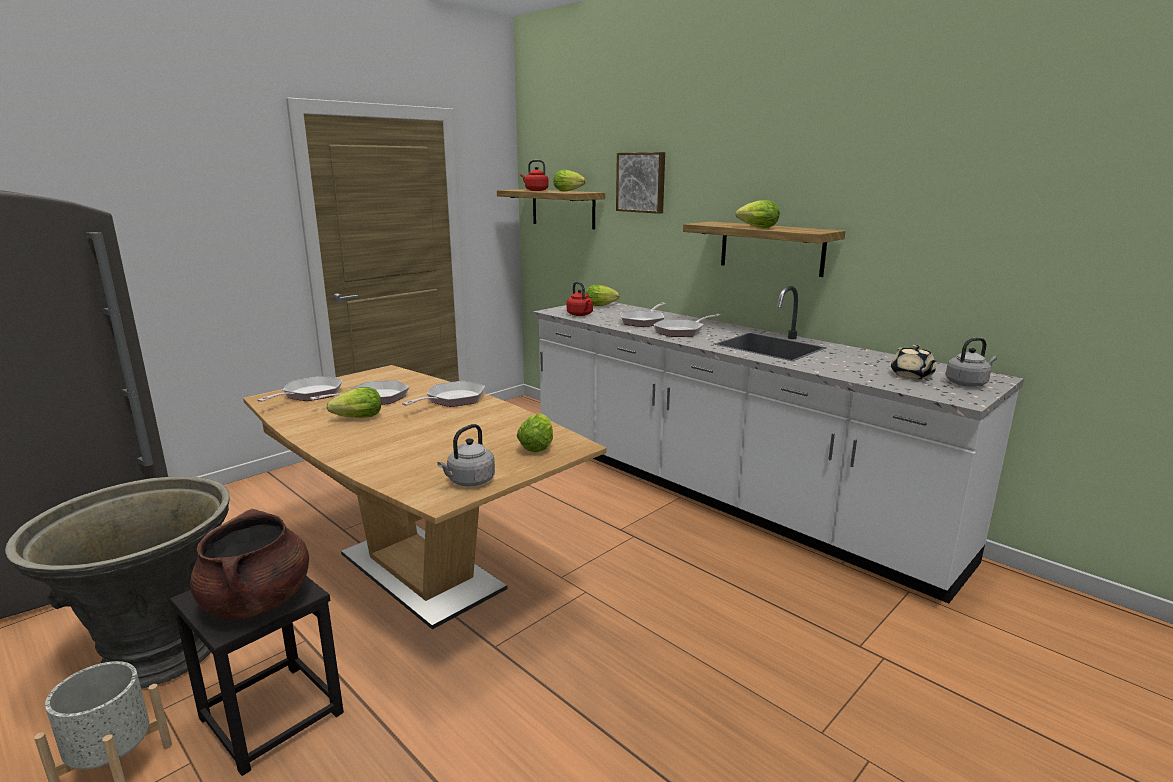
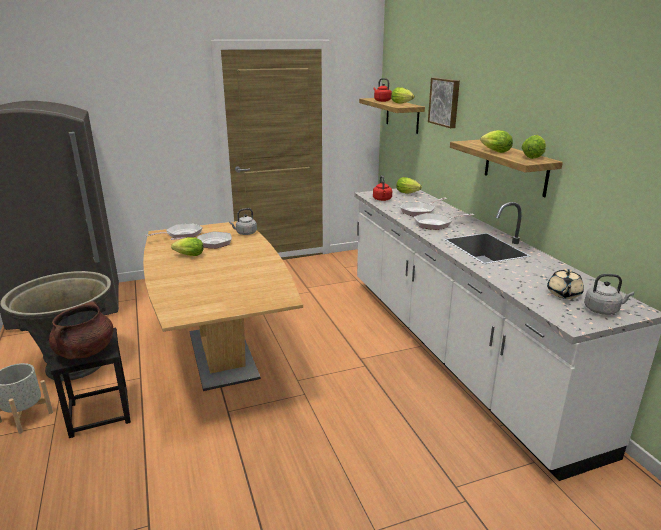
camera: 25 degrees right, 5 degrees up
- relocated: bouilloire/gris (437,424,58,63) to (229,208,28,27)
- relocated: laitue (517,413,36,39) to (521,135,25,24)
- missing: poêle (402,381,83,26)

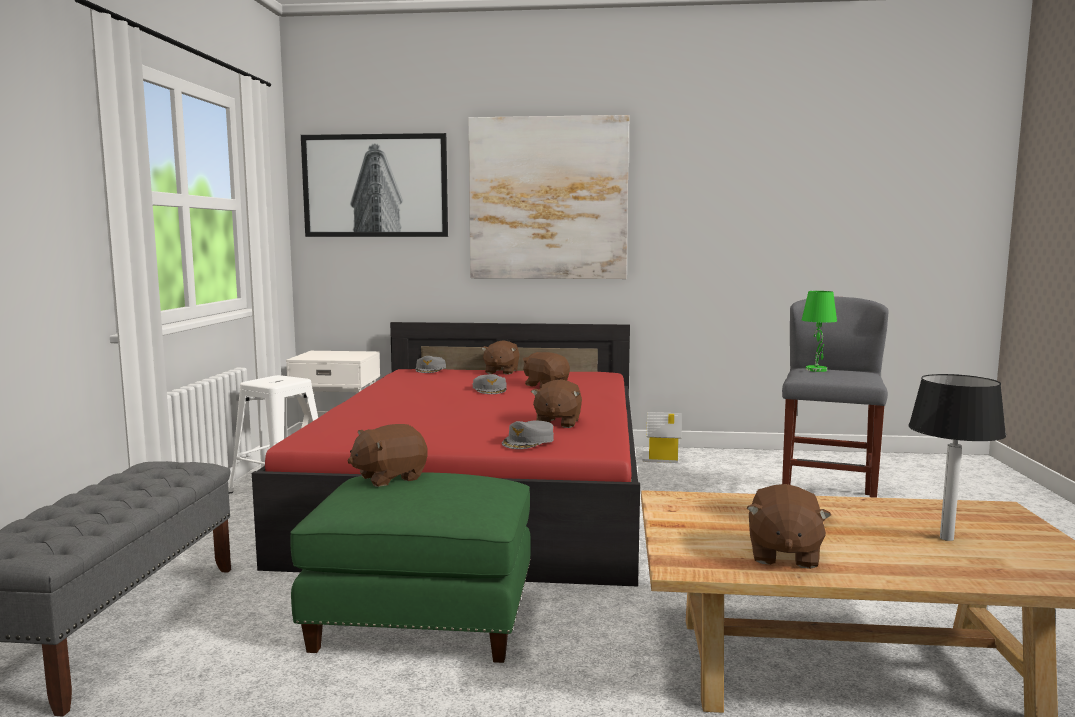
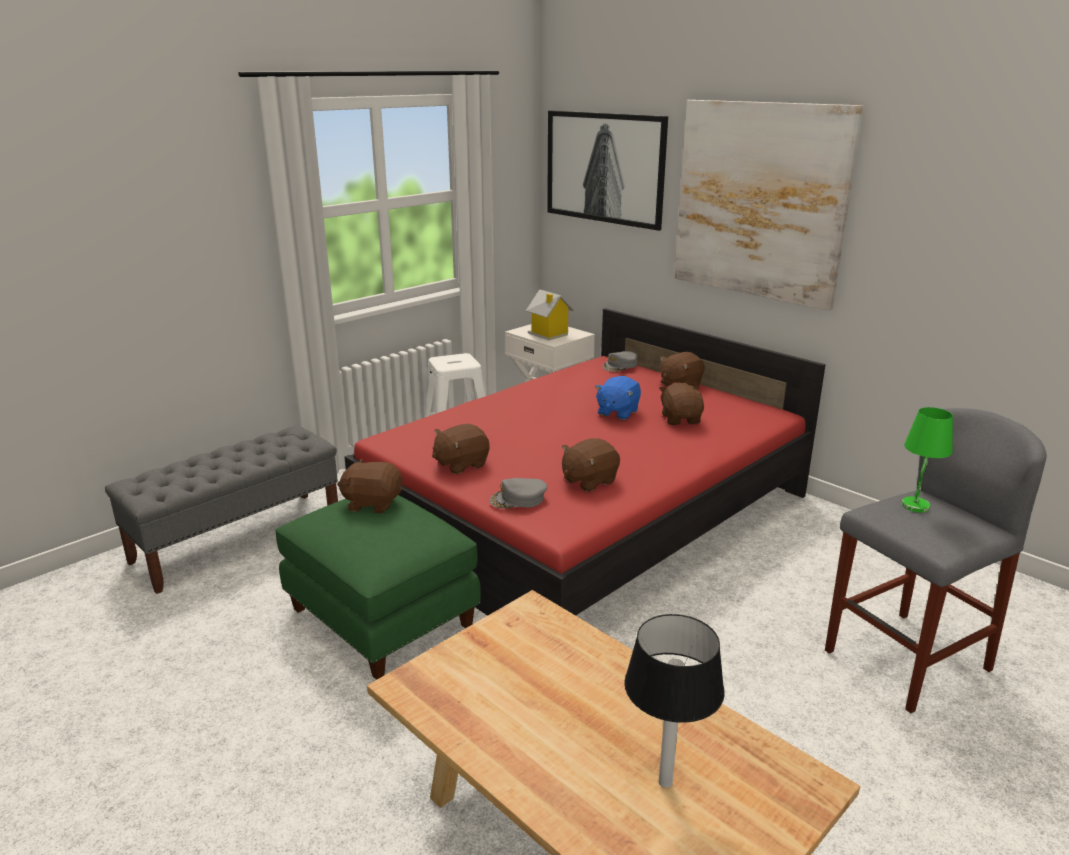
camera: 40 degrees right, 15 degrees up
- relocated: peluche/marron (747,484,84,85) to (432,424,58,50)
- relocated: maison miniature (643,412,39,51) to (526,289,48,51)
- exchanged: casquette/gris (473,374,34,20) to peluche/bleu (595,376,46,44)

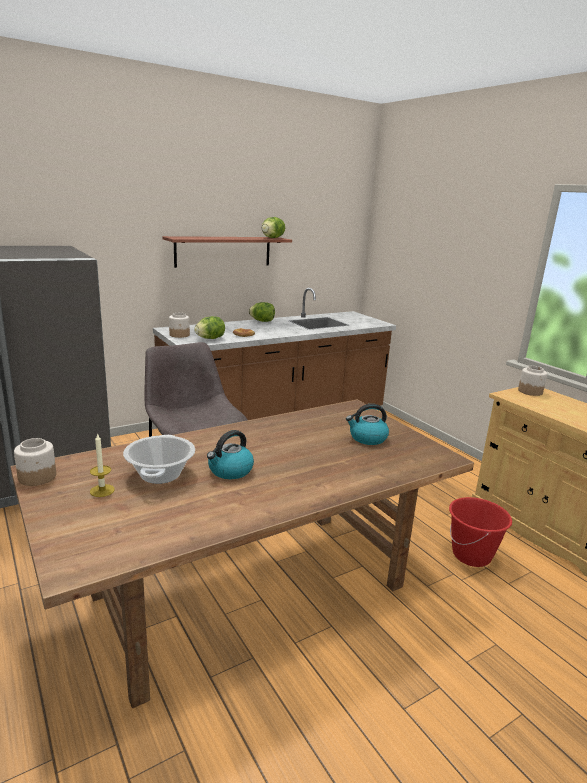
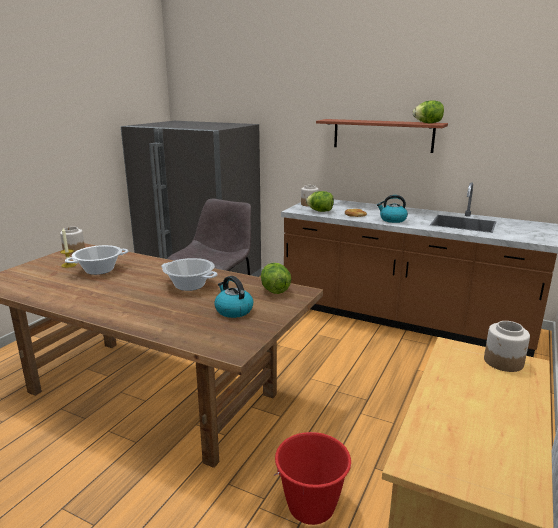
camera: 60 degrees right, 0 degrees up
- appeared: marmite (162,258,55,33)
- relocated: laitue (249,302,26,20) to (261,263,30,31)
- relocated: bouilloire (207,430,47,49) to (377,195,31,28)

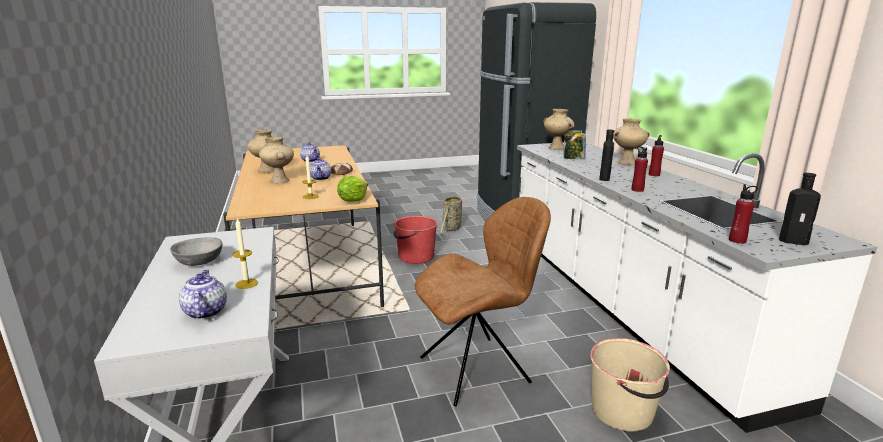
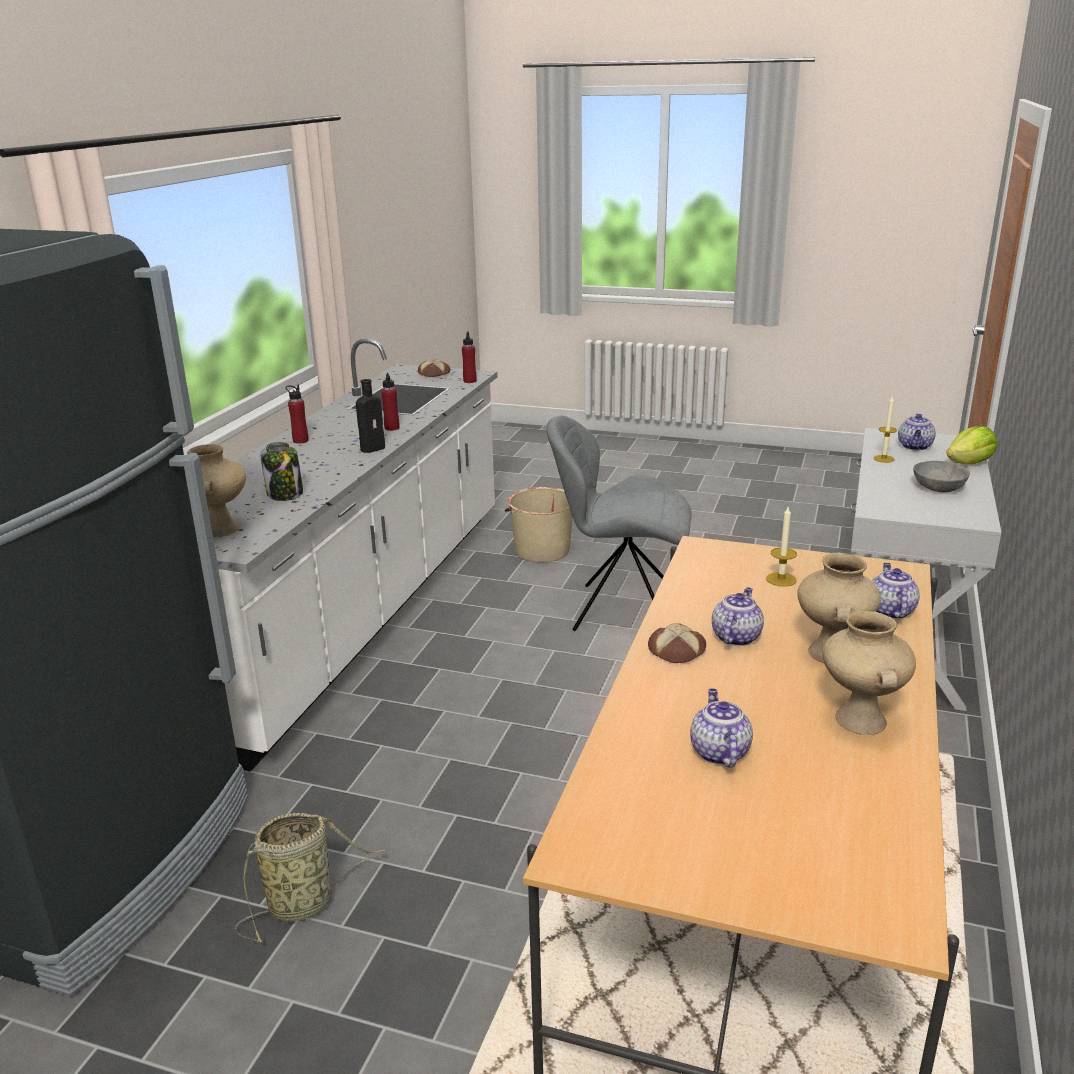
camera: 145 degrees left, 5 degrees up
- exchanged: bouteille/noir (779,173,42,72) to pain (418,359,32,18)
- colour: chaise/marron (414,197,137,209) to chaise/gris (546,415,146,216)
- appeared: théière (872,563,48,56)
- relocated: laitue (337,176,31,26) to (946,426,51,38)
- missing: seau/rouge (393,216,45,48)
- missing: vase/beige (613,118,37,47)

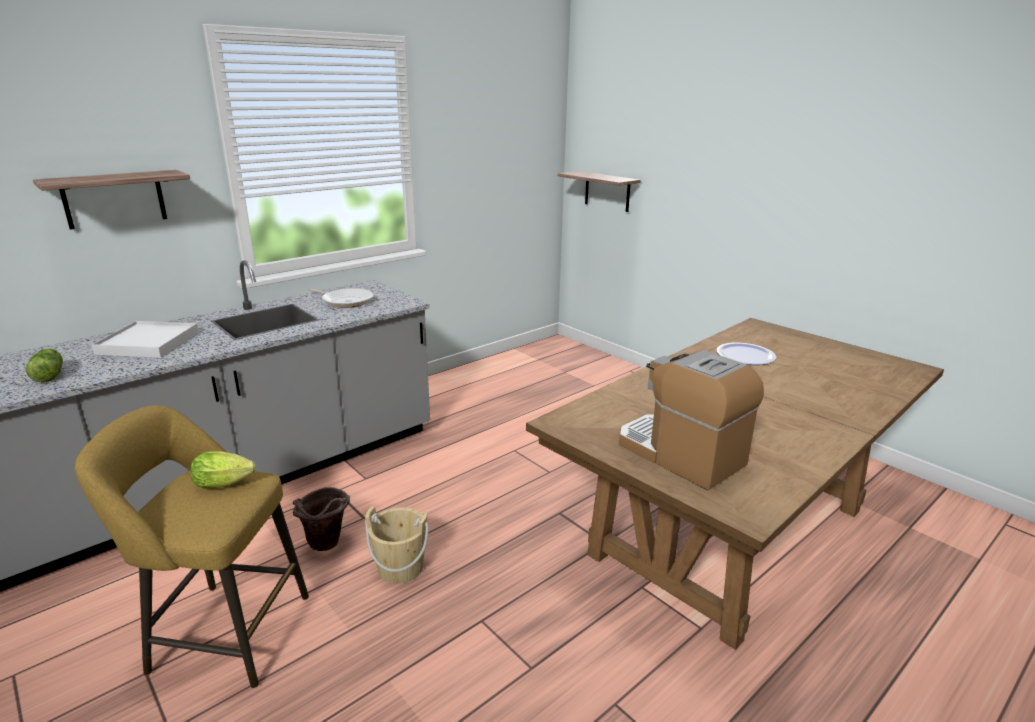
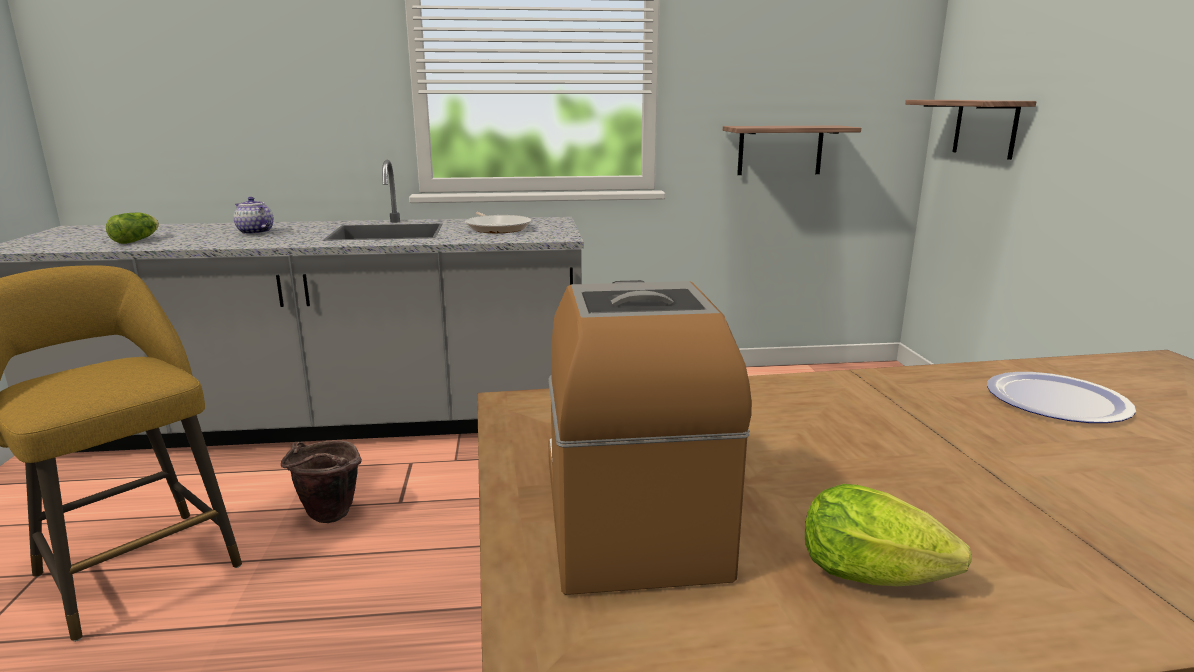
camera: 35 degrees right, 5 degrees down
- exchanged: plateau/blanc (92,321,107,37) to théière (233,197,41,38)
- relocated: étagère (33,170,157,60) to (723,126,138,49)
- relocated: laitue (190,451,66,37) to (805,484,167,102)
- missing: seau/beige (365,506,64,78)

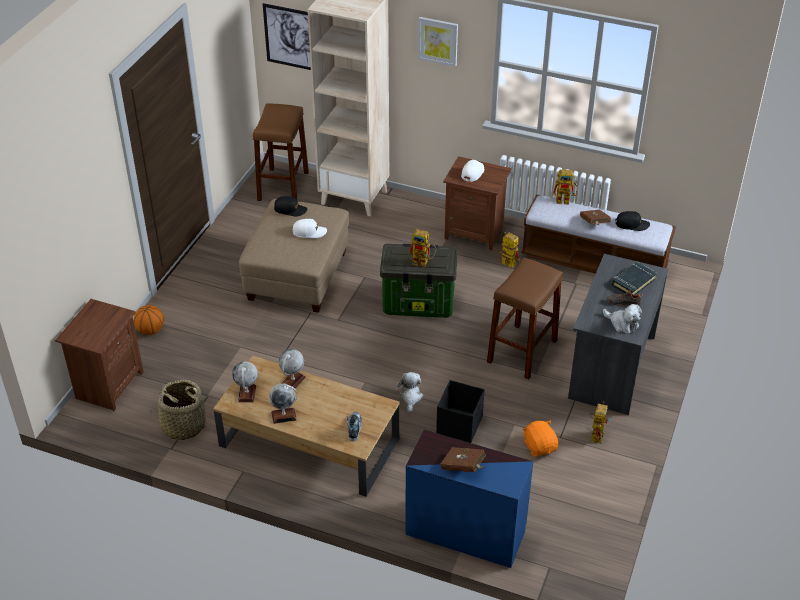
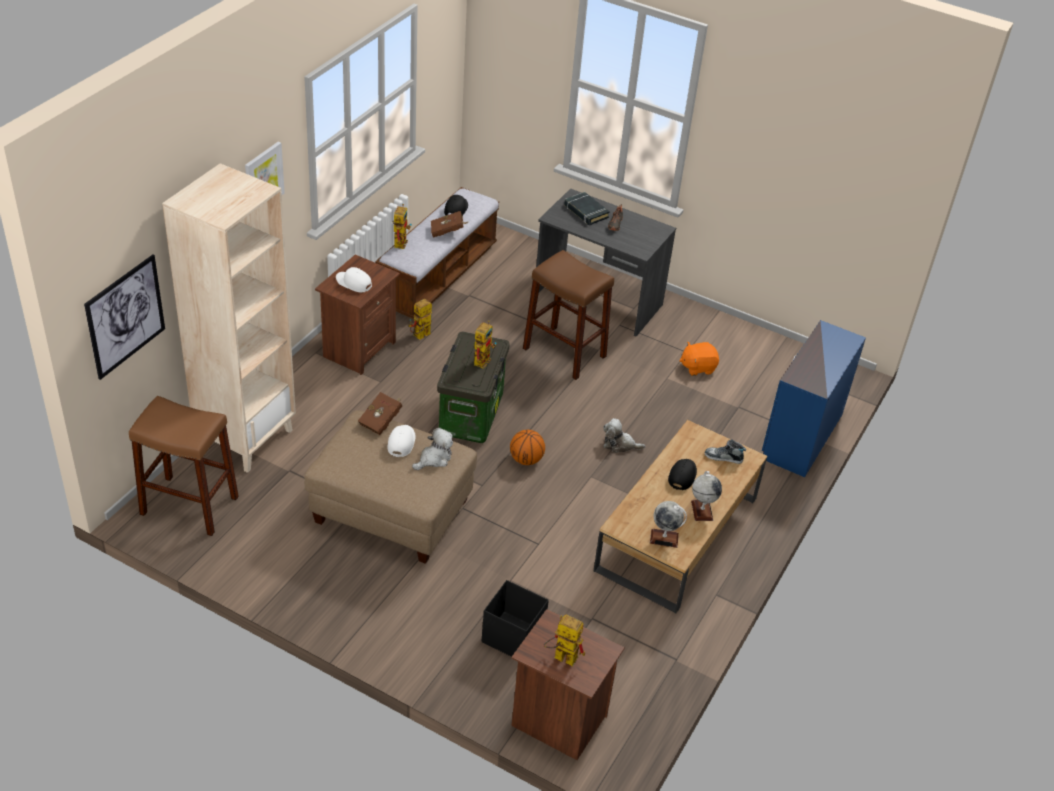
camera: 85 degrees left, 0 degrees up
- relocated: livre/marron (440,447,46,25) to (358,392,44,43)
- relocated: peluche (603,304,39,30) to (412,428,41,42)
- relocated: boîte de rangement/noir (436,380,49,63) to (482,580,67,77)
- relocated: ballon de basket (134,305,30,30) to (510,430,35,35)
- relocated: robot jouet (590,401,20,42) to (543,615,42,52)
- relocated: casquette/noir (274,196,33,20) to (668,459,29,31)
- missing: panier (149,380,62,60)
- missing: globe (279,349,27,41)

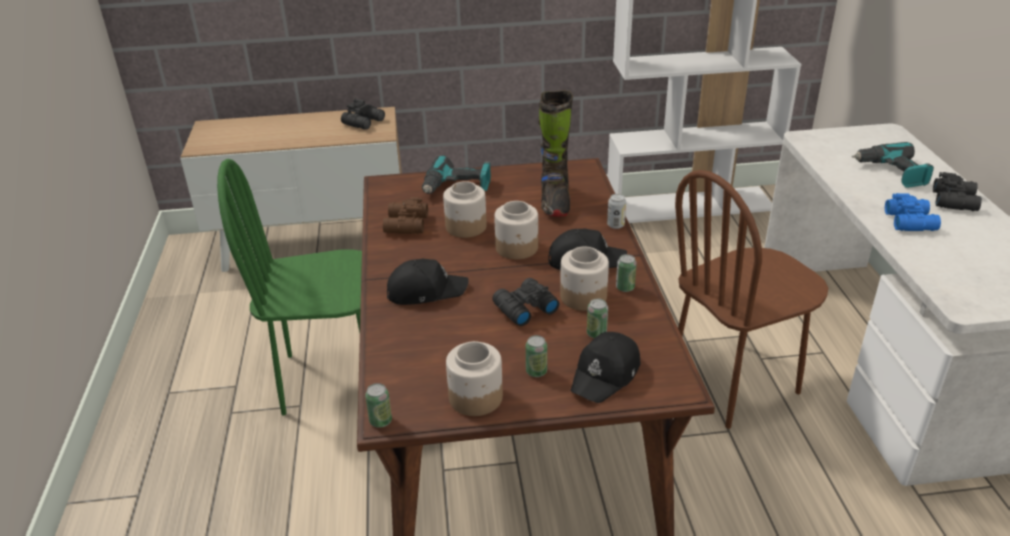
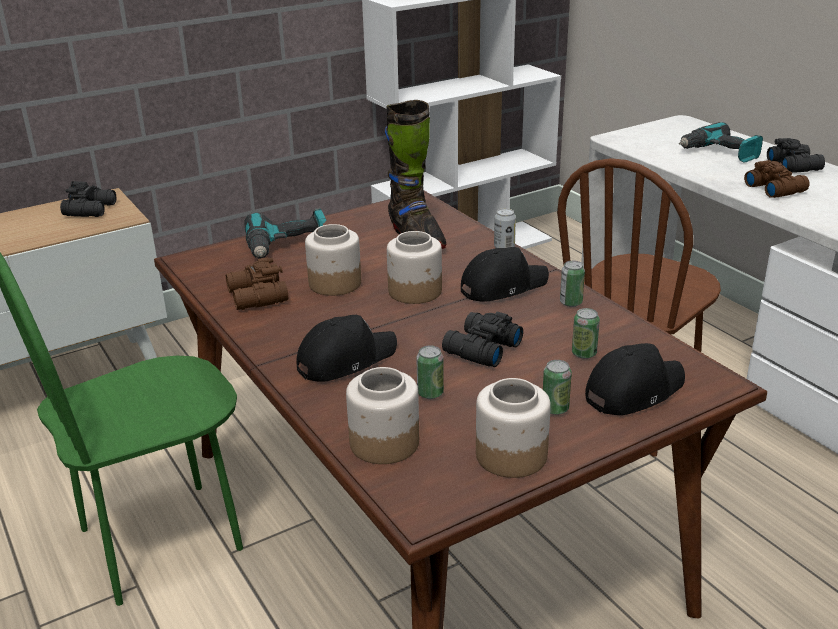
camera: 25 degrees left, 5 degrees down
- relocated: bocal (560,247,49,64) to (346,367,73,97)
- relocated: boîte métallique (365,383,27,45) to (416,346,28,53)
- spun: casquette/noir (570,332,70,71) = (585,343,100,72) 135 degrees counterclockwise
- colour: jumelles/bleu (885,193,56,38) to jumelles/marron (744,160,65,38)

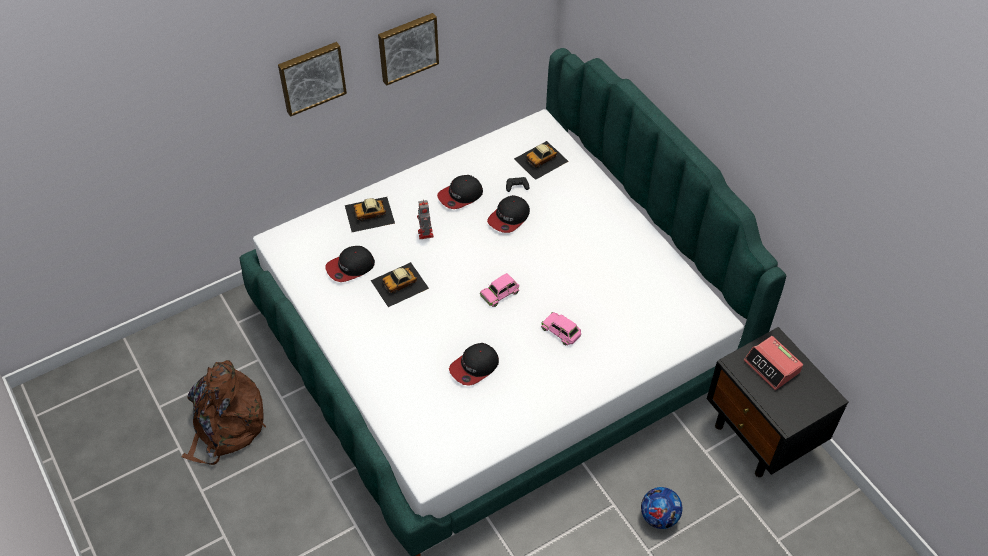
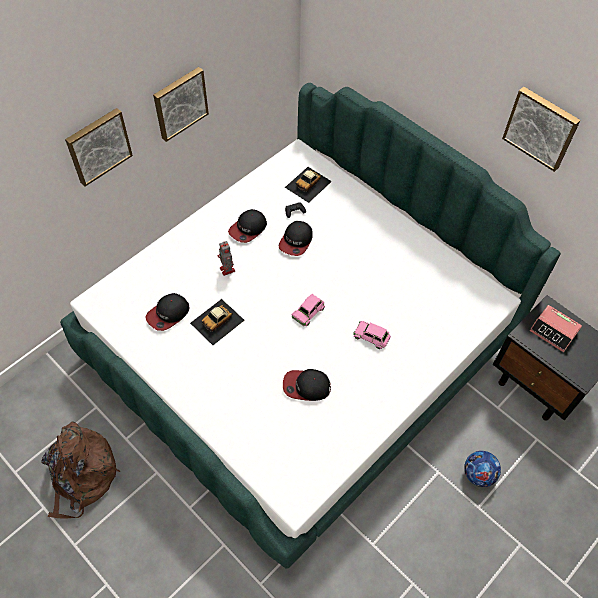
camera: 15 degrees left, 5 degrees up
- spun: casquette (449,343,50,43) = (283,369,48,32) 60 degrees clockwise
- appeared: tableau (502,87,79,85)
- missing: petite voiture (345,197,50,35)

